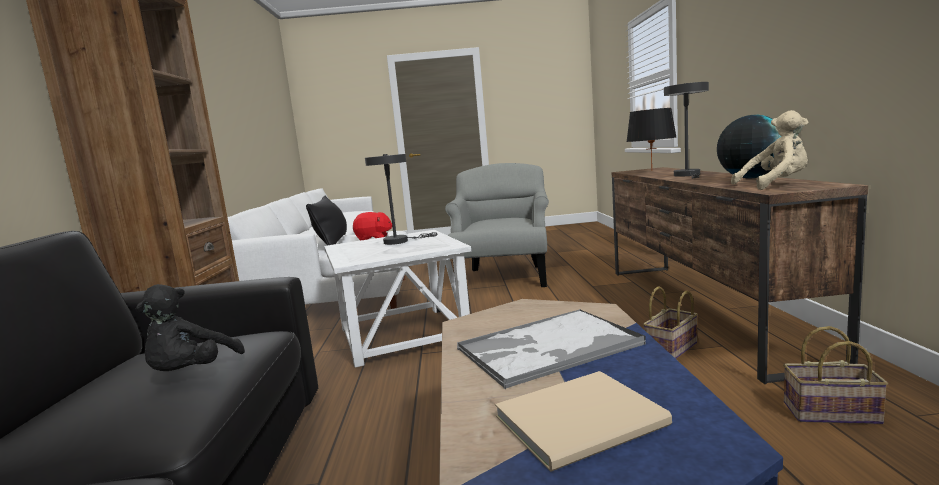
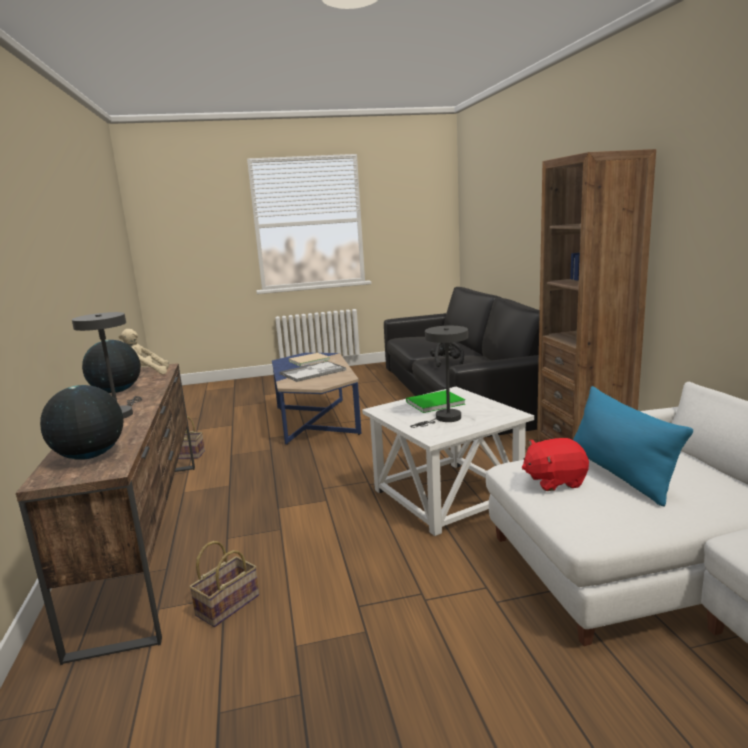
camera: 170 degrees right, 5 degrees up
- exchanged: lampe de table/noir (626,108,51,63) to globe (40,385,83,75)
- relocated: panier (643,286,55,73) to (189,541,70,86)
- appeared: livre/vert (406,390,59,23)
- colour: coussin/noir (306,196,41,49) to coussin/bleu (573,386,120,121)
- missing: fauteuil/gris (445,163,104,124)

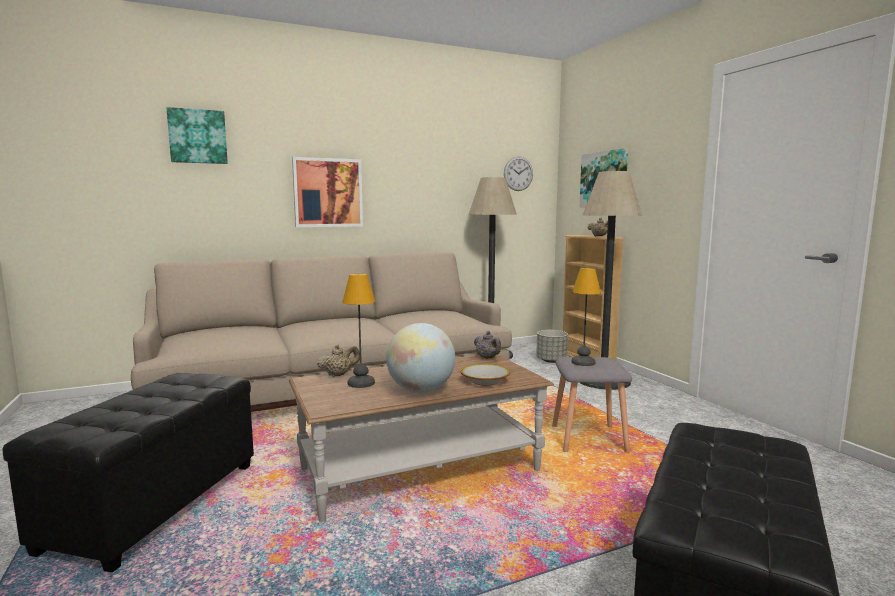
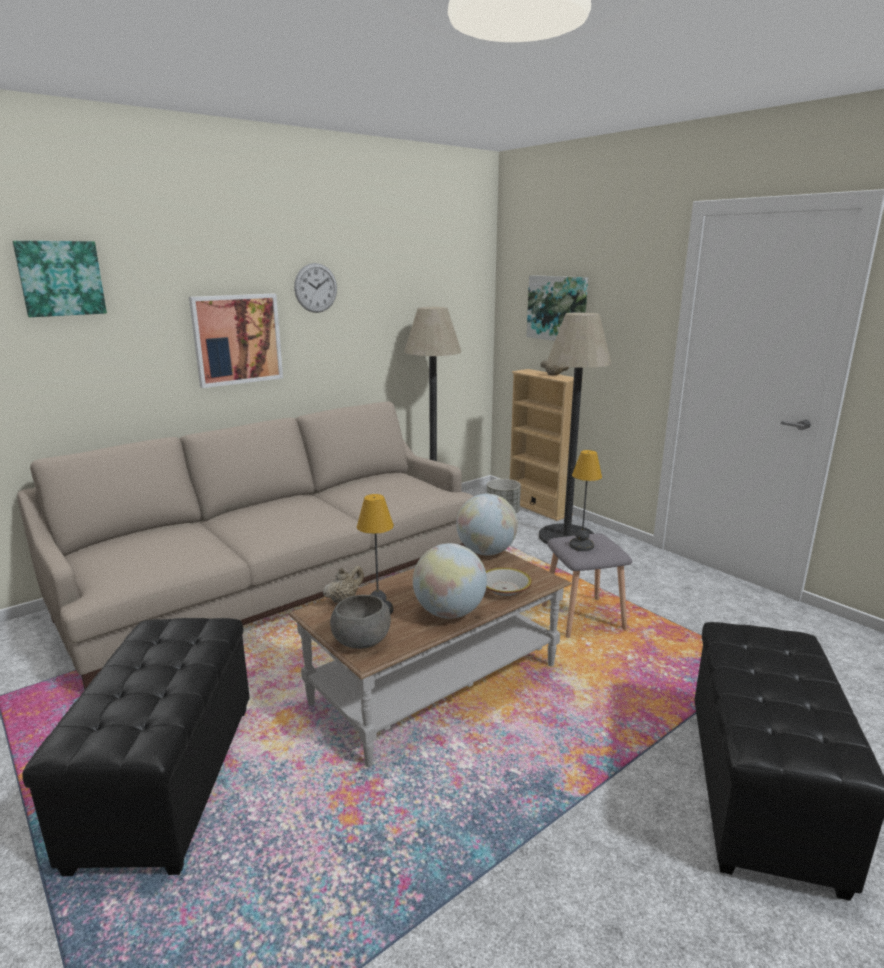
camera: 15 degrees left, 10 degrees up
- relocated: horloge murale (504,156,29,35) to (294,263,43,50)
- appeared: bol/gris (330,595,61,54)
- exchanged: théière/gris (474,331,27,28) to globe (456,494,62,61)

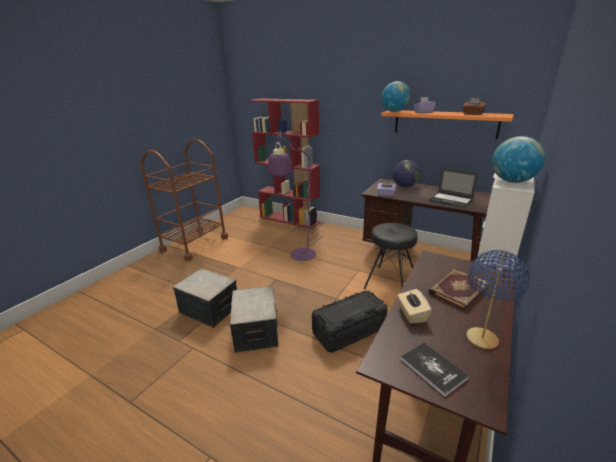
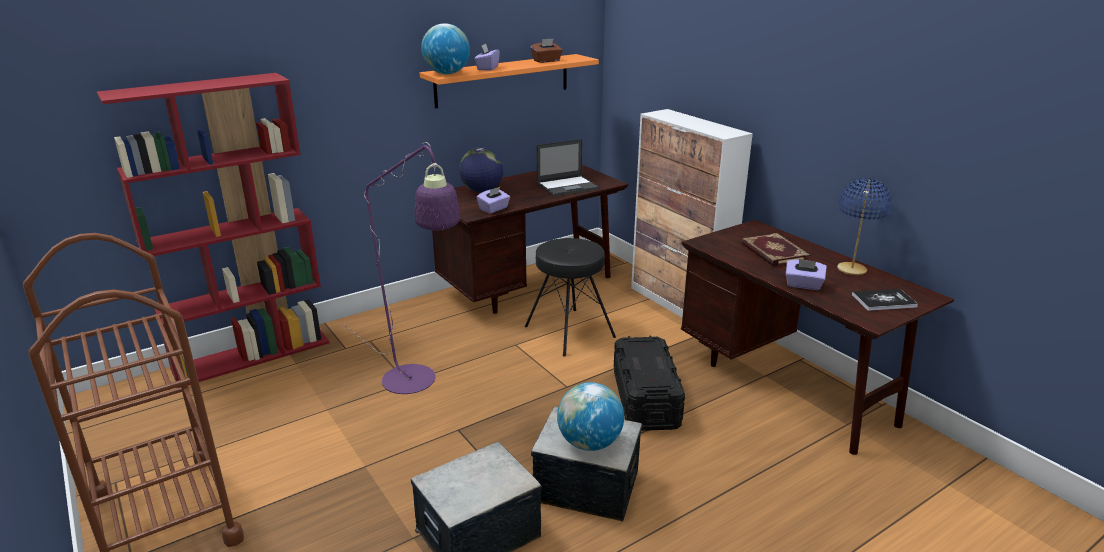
camera: 65 degrees left, 0 degrees up
- relocated: globe (492,136,53,47) to (557,382,67,69)
- colour: boîte à mouchoirs/beige (398,289,34,35) to boîte à mouchoirs/violet (786,259,41,31)

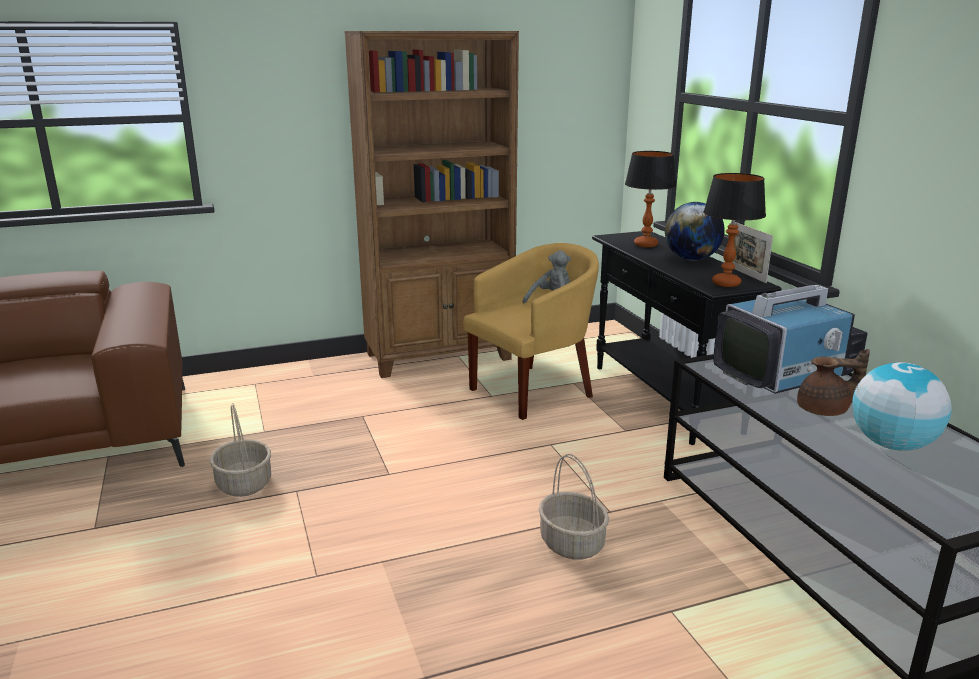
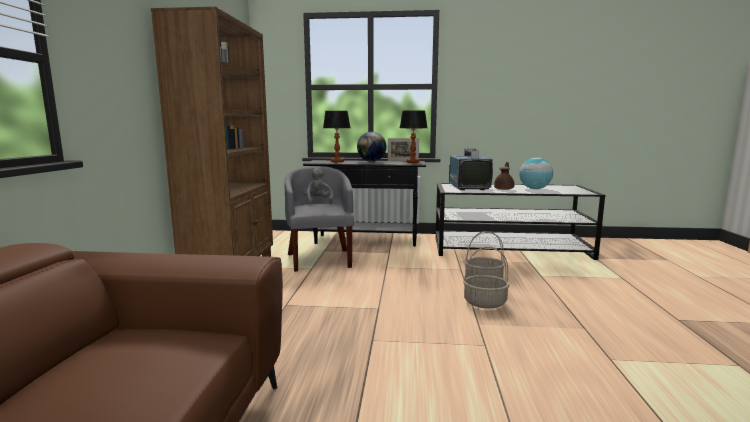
camera: 65 degrees left, 10 degrees down
- colour: fauteuil/jaune (463,243,136,177) to fauteuil/gris (284,166,70,106)
- relocated: panier (210,403,61,94) to (463,247,47,61)

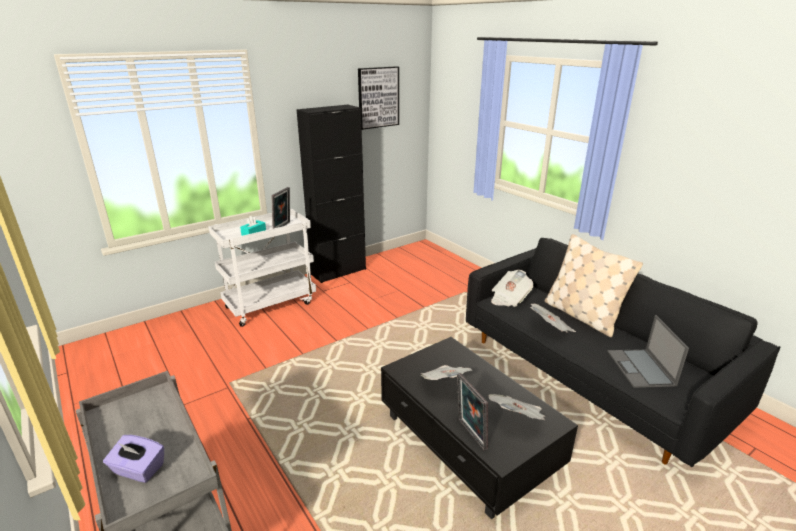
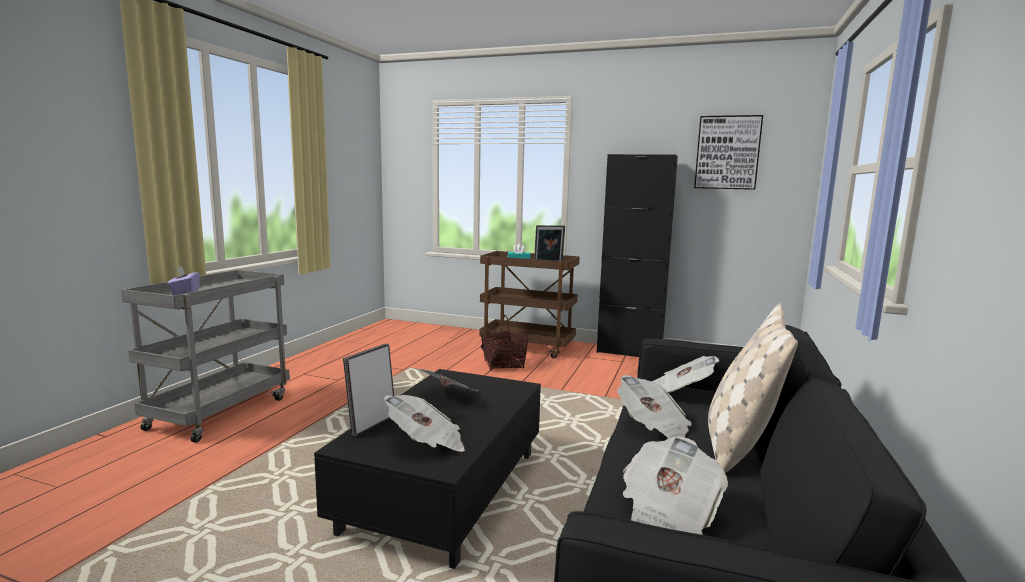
camera: 55 degrees right, 15 degrees down
- colour: chariot/blanc (208,209,108,118) to chariot/marron (479,251,101,107)
- appeared: panier (481,315,47,55)
- exchanged: ordinateur portable (608,315,81,73) to journal (623,436,105,99)

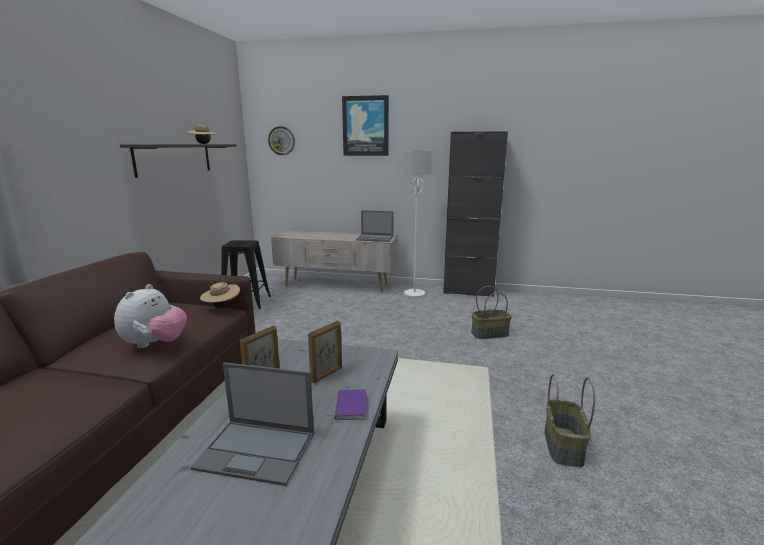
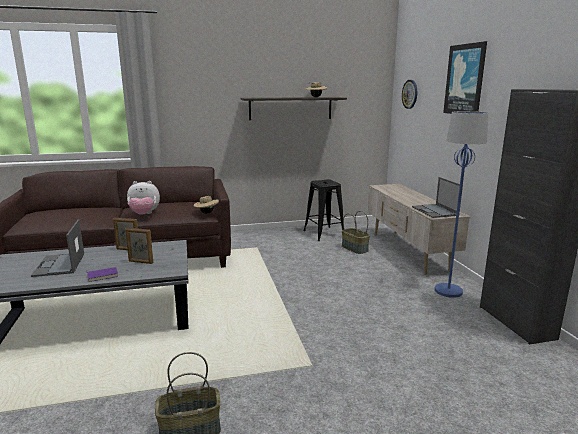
camera: 65 degrees right, 0 degrees up
- relocated: panier (471,286,41,53) to (342,211,28,43)
- colour: lampadaire/blanc (403,150,29,148) to lampadaire/bleu (435,111,53,187)

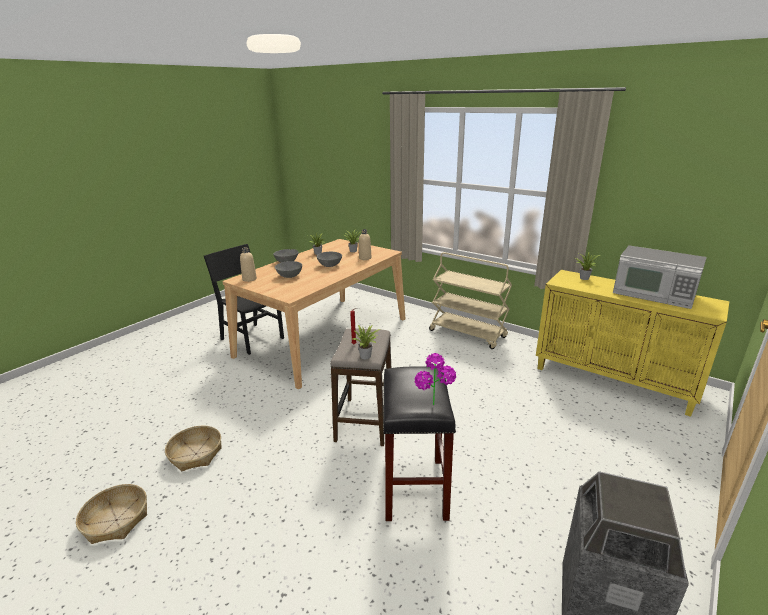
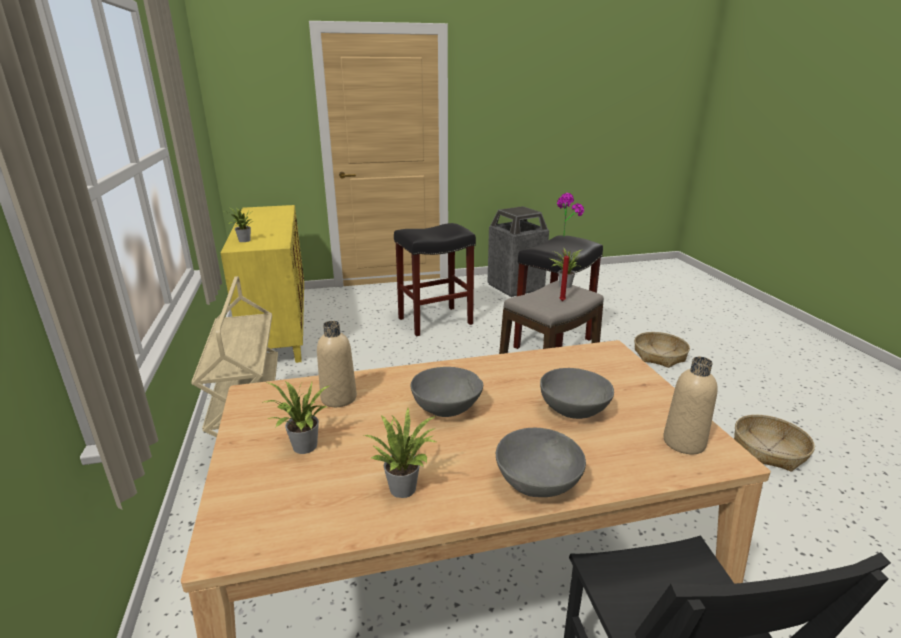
camera: 140 degrees left, 0 degrees up
- appeared: tabouret/noir (394,223,82,113)
- relocated: panier (76,484,71,60) to (634,332,56,36)
- missing: micro-ondes (613,245,94,64)

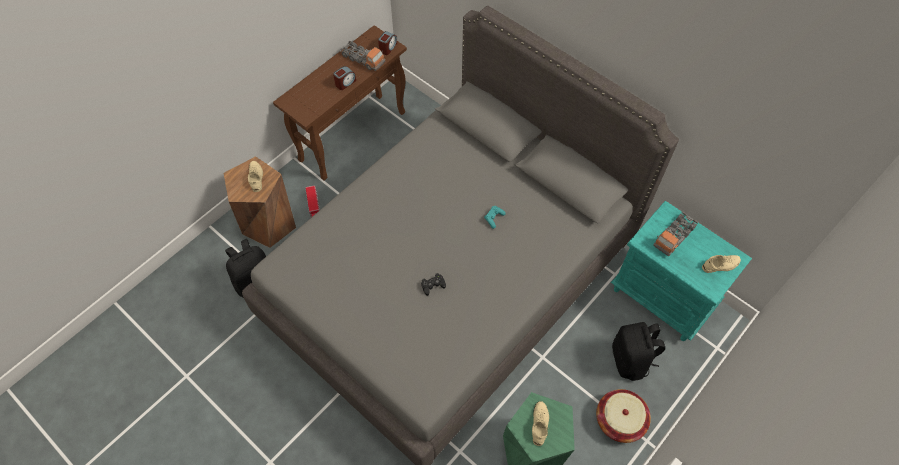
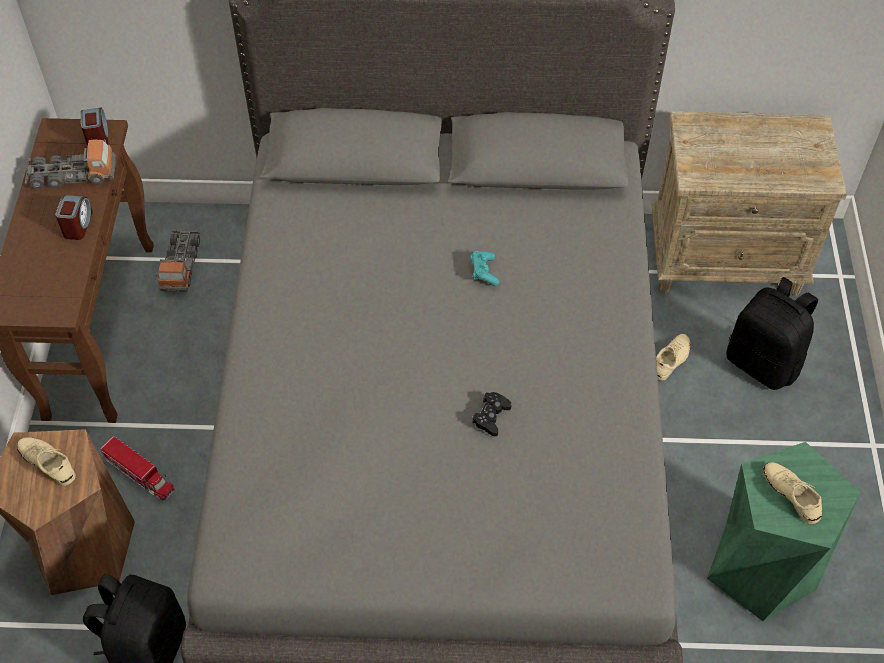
camera: 40 degrees left, 5 degrees down
- relocated: camion jouet (653,212,45,44) to (155,229,45,63)
- colour: table de chevet/turquoise (611,201,141,140) to table de chevet/beige (652,111,195,185)
- relocated: chaussure/beige (702,255,39,18) to (656,334,34,46)
- missing: panier (596,389,55,54)

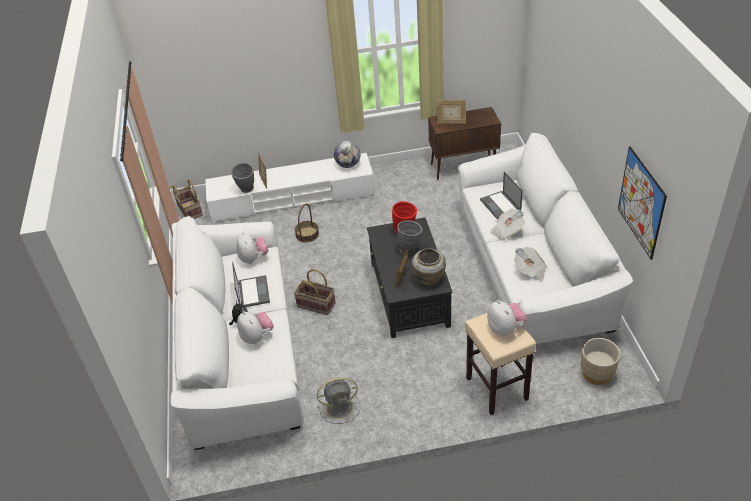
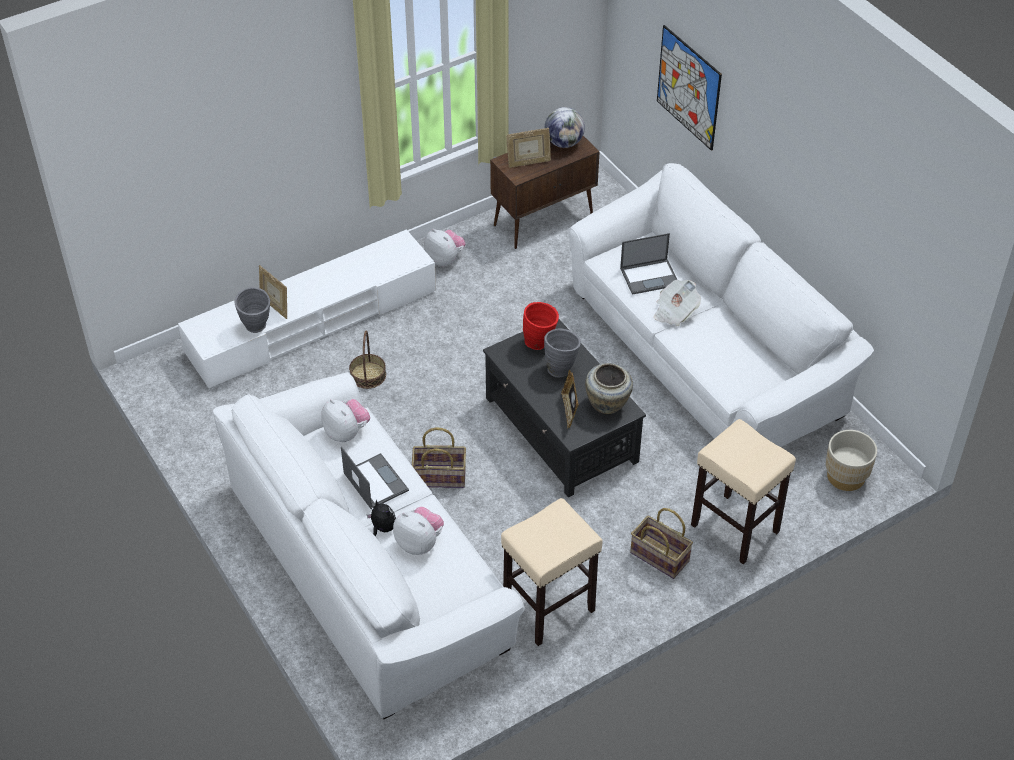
camera: 25 degrees left, 5 degrees up
- relocated: peluche (487,300,40,36) to (424,229,41,38)
- exchanged: ventilateur/gris (317,377,43,47) to tabouret/beige (501,498,102,148)
- relocated: globe (334,141,27,27) to (545,107,40,41)
- spun: ordinateur portable (480,172,43,47) = (620,233,57,62) 60 degrees counterclockwise
- relocated: panier (173,179,30,40) to (630,508,63,71)
- relocated: tableau (618,146,49,114) to (657,25,65,126)
- missing: journal (514,247,33,34)

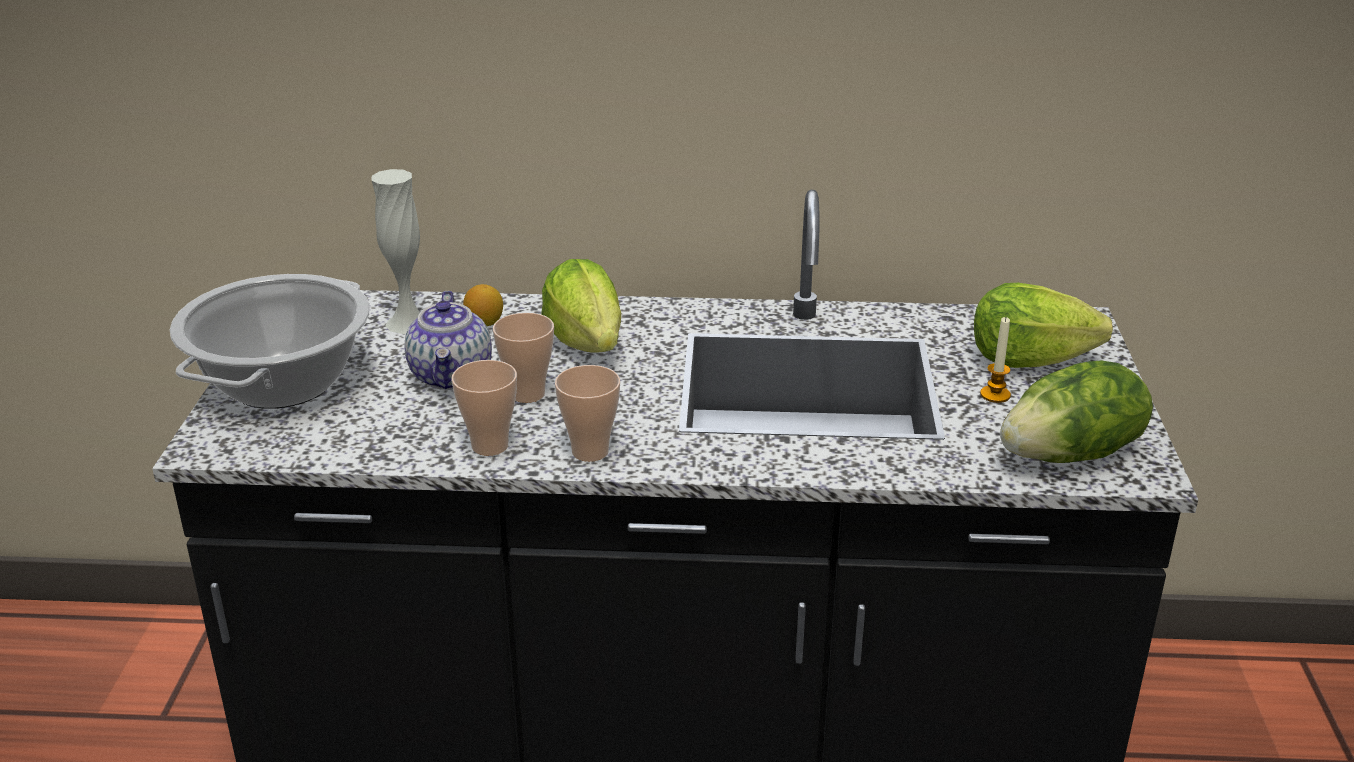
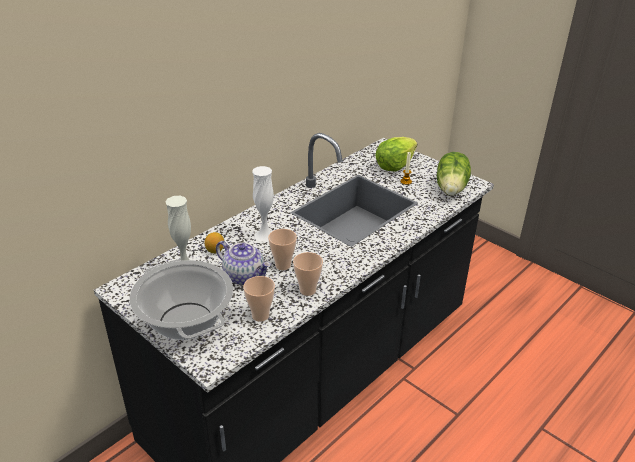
camera: 50 degrees left, 5 degrees up
- relocated: tasse (555,365,65,97) to (243,276,32,46)
- exchanged: laitue (541,259,80,94) to vase/blanc (252,166,22,76)

